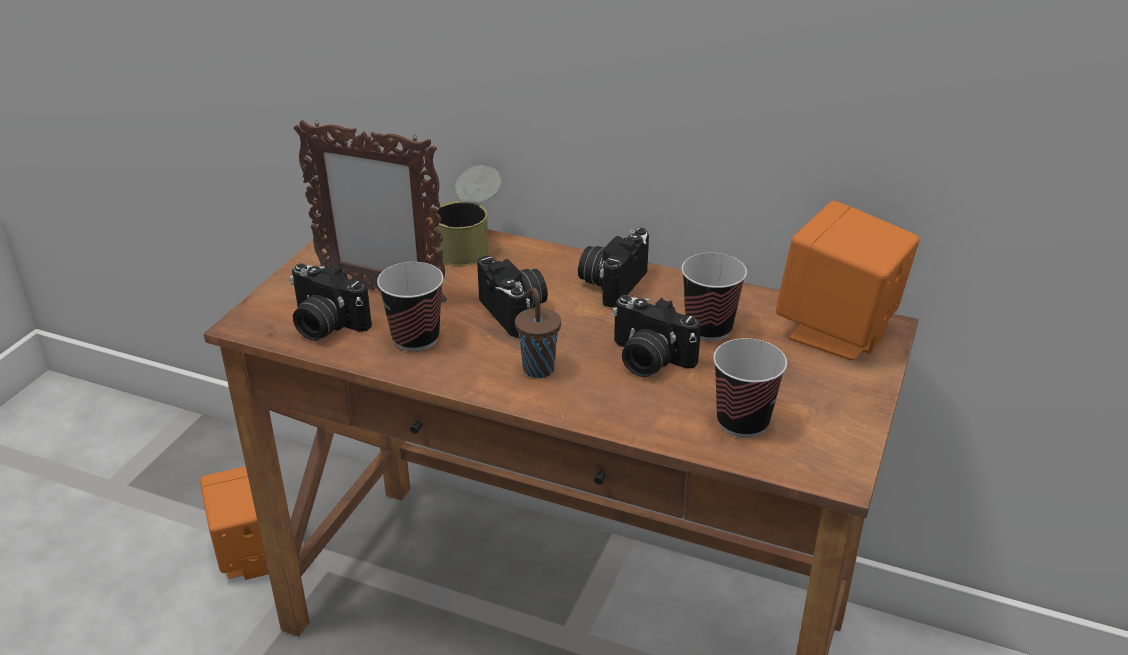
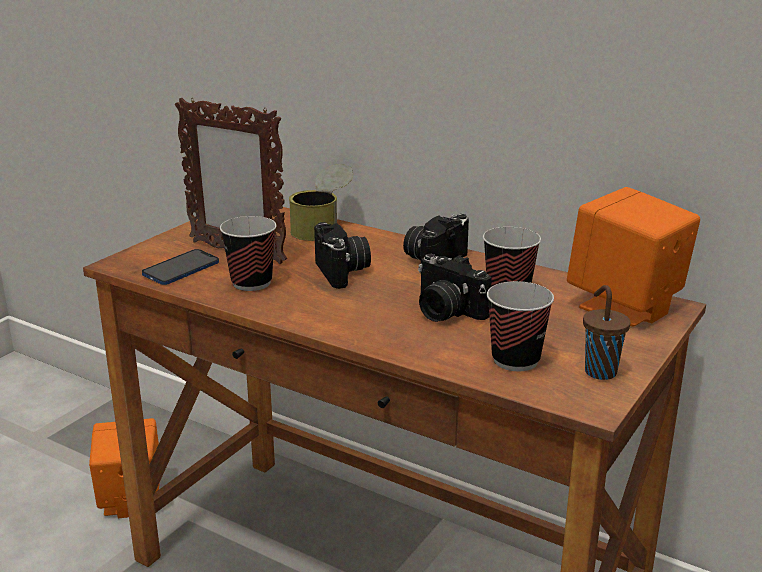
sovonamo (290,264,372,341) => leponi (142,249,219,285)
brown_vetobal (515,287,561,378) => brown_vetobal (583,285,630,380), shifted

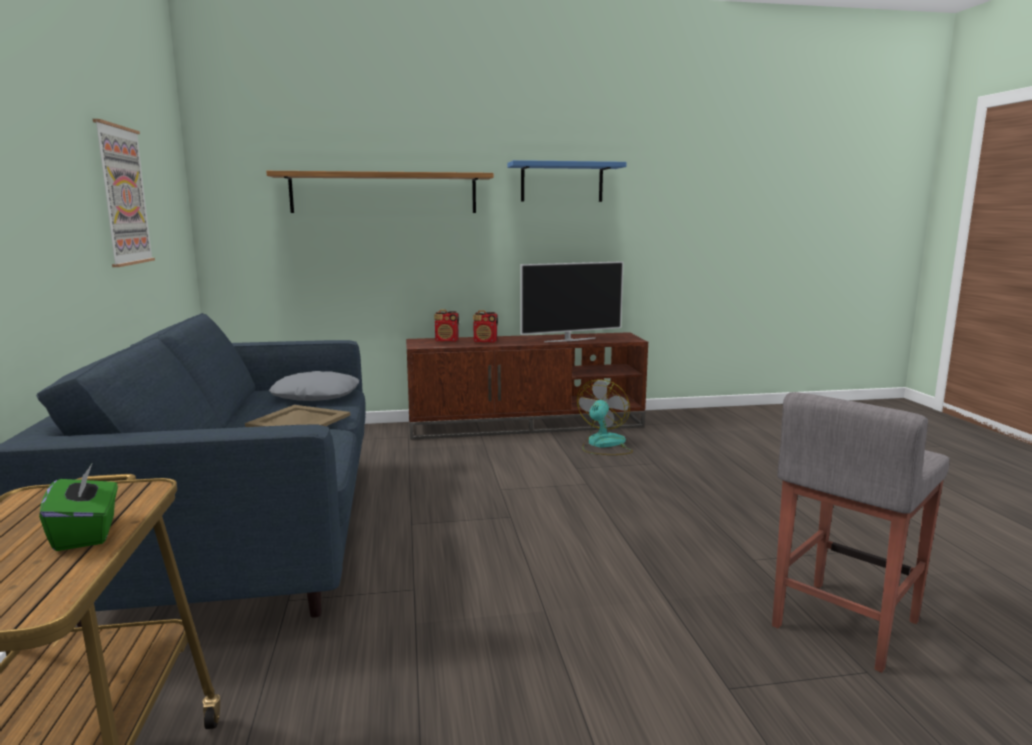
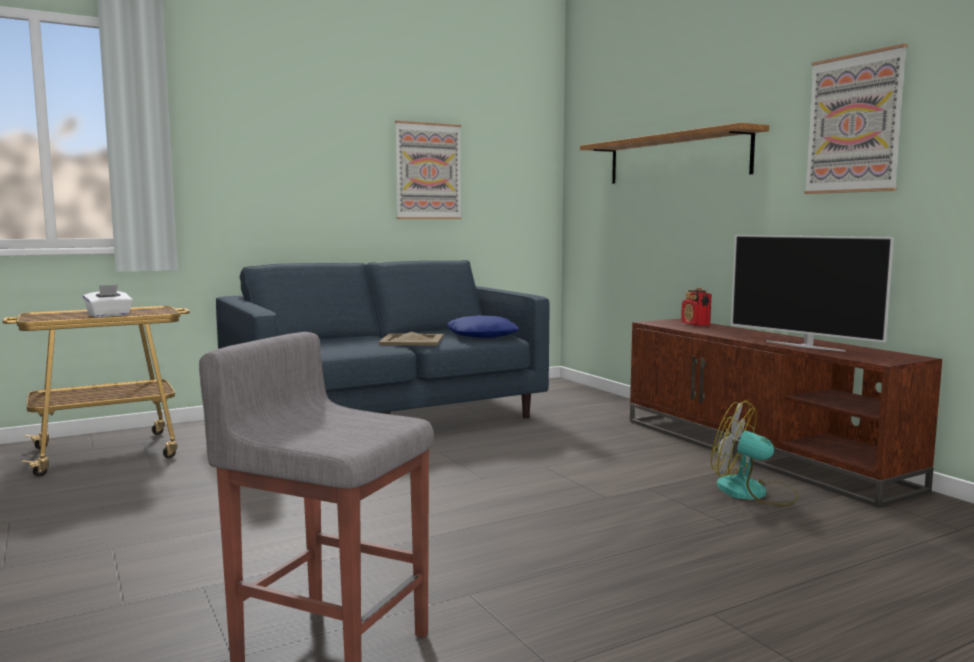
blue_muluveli (507,160,627,202) => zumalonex (804,44,908,194)
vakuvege (473,310,498,343) => nothing
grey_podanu (269,371,359,401) => blue_podanu (447,315,519,338)
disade (577,379,633,455) => disade (711,401,798,505), 150 degrees counterclockwise
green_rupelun (39,464,118,551) => white_rupelun (83,285,133,317)

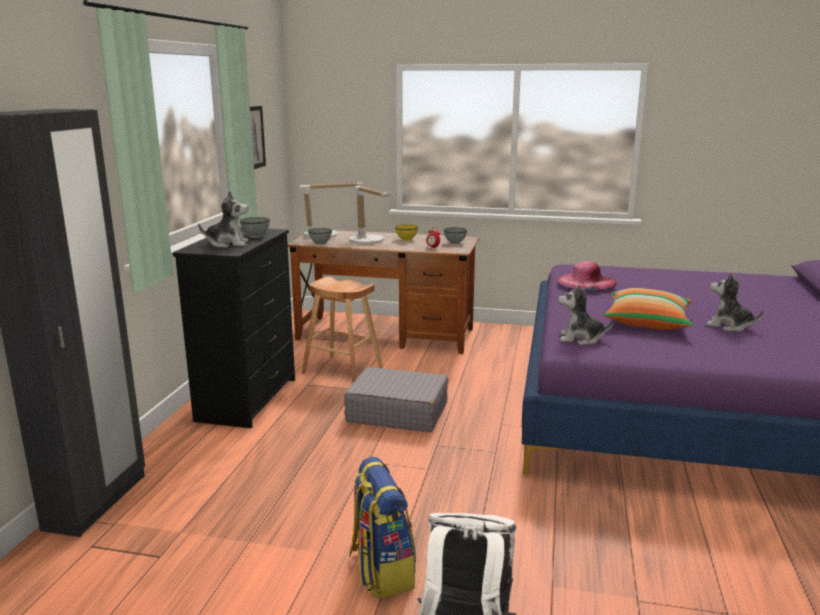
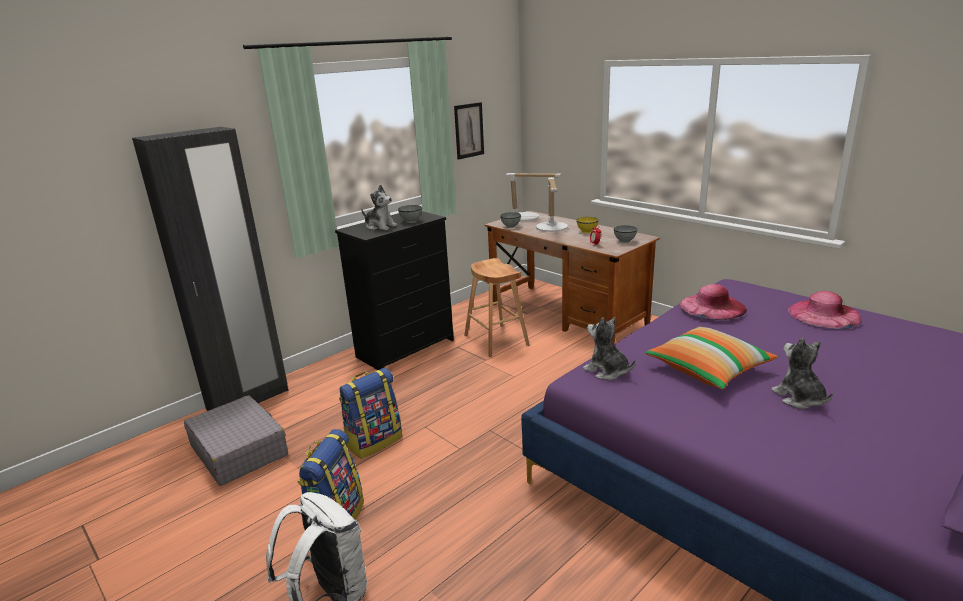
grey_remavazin (344,367,448,432) => grey_remavazin (184,395,288,486), shifted
nothing => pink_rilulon (788,291,861,329)
nothing => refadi (339,368,402,459)

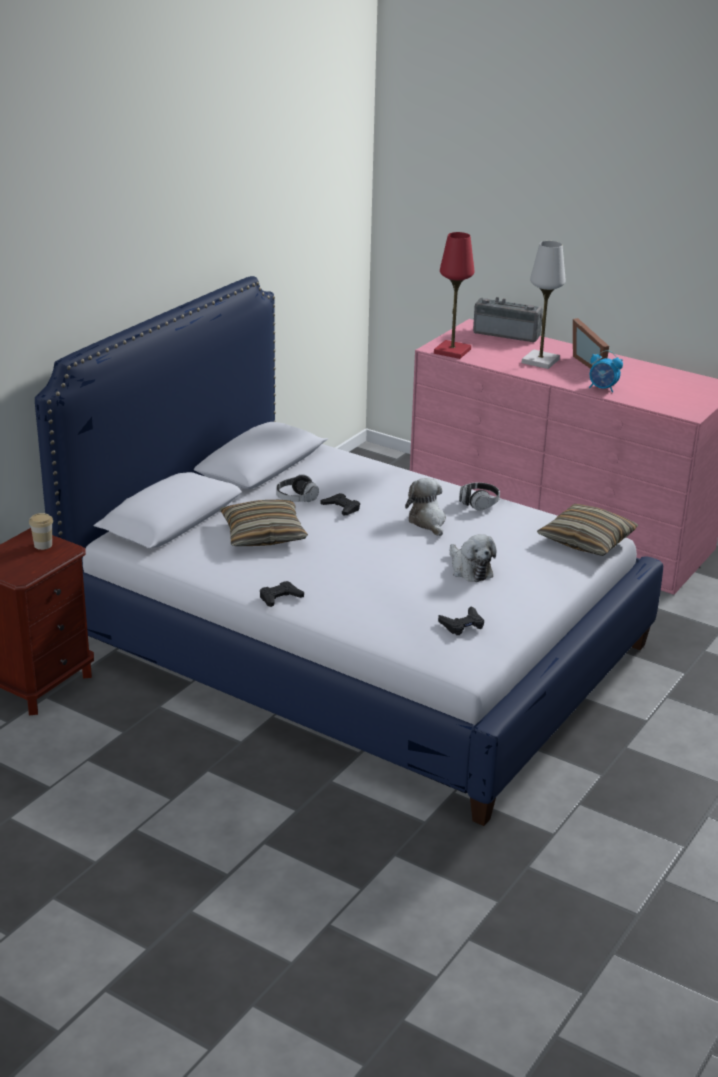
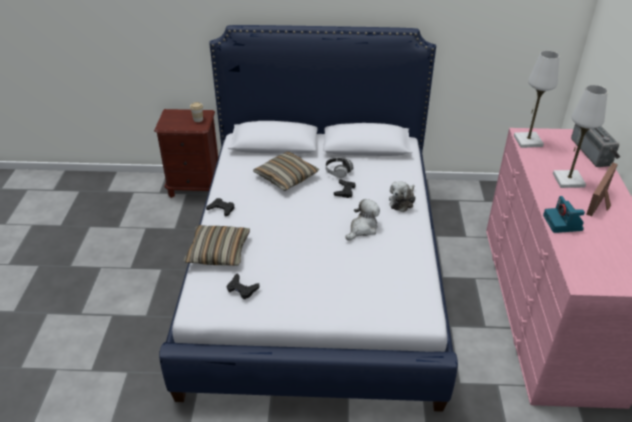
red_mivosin (434,232,474,359) => white_mivosin (514,51,559,148)
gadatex (589,350,623,393) => sovonamo (543,196,585,233)
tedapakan (459,482,500,511) => nothing
podanu (537,504,638,556) => podanu (183,225,250,266), shifted
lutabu (450,534,497,582) => lutabu (389,181,416,212), shifted

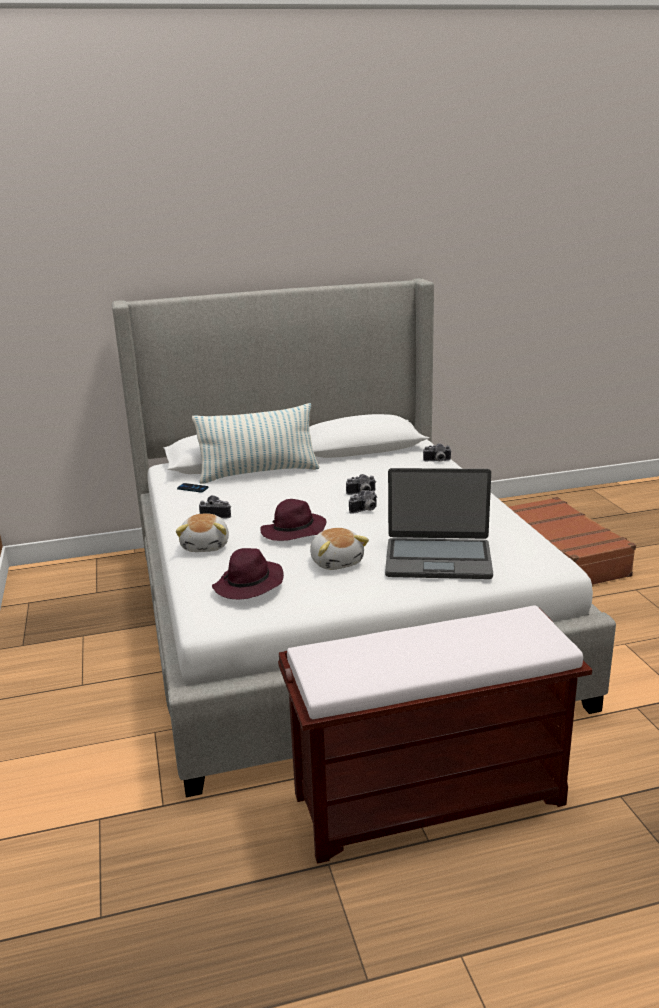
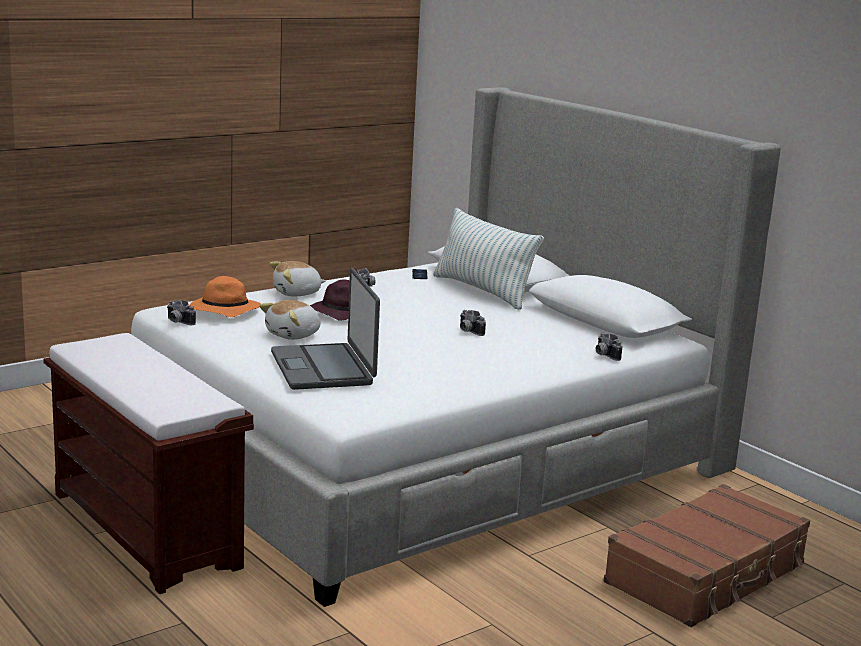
sovonamo (349,490,378,514) => sovonamo (167,300,196,325), shifted
purple_rilulon (212,548,284,599) => orange_rilulon (190,276,261,317)

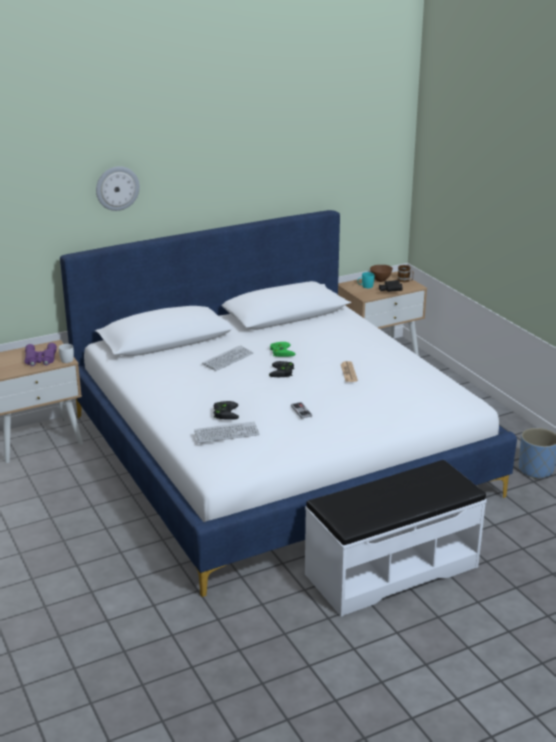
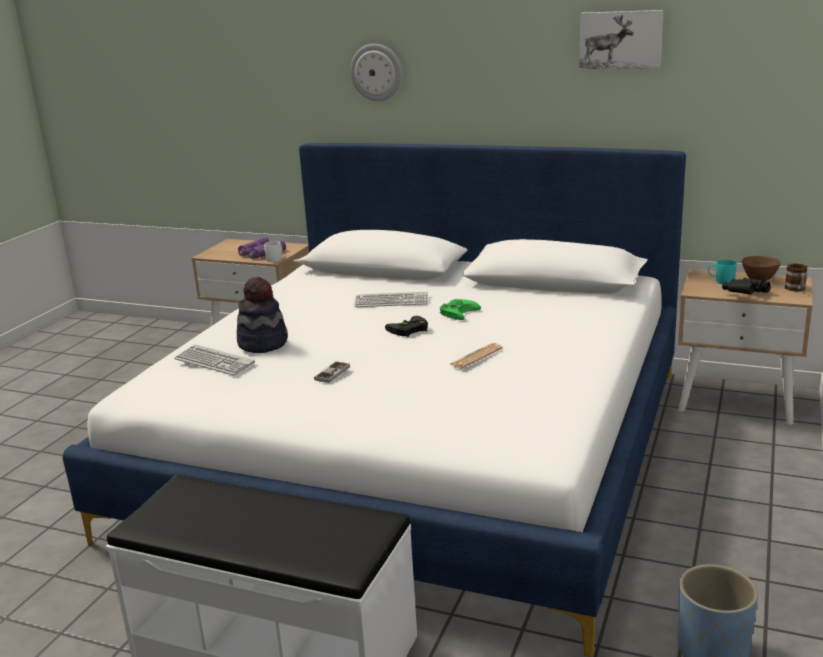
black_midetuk (214,401,239,420) => rilulon (237,277,288,353)
nothing => zumalonex (579,10,663,69)

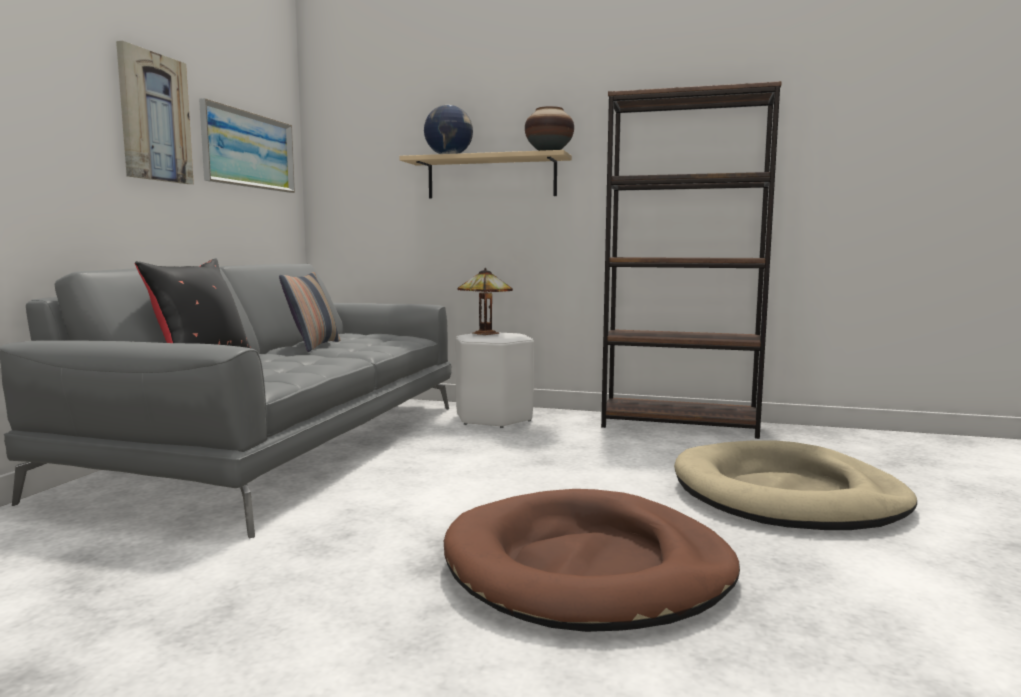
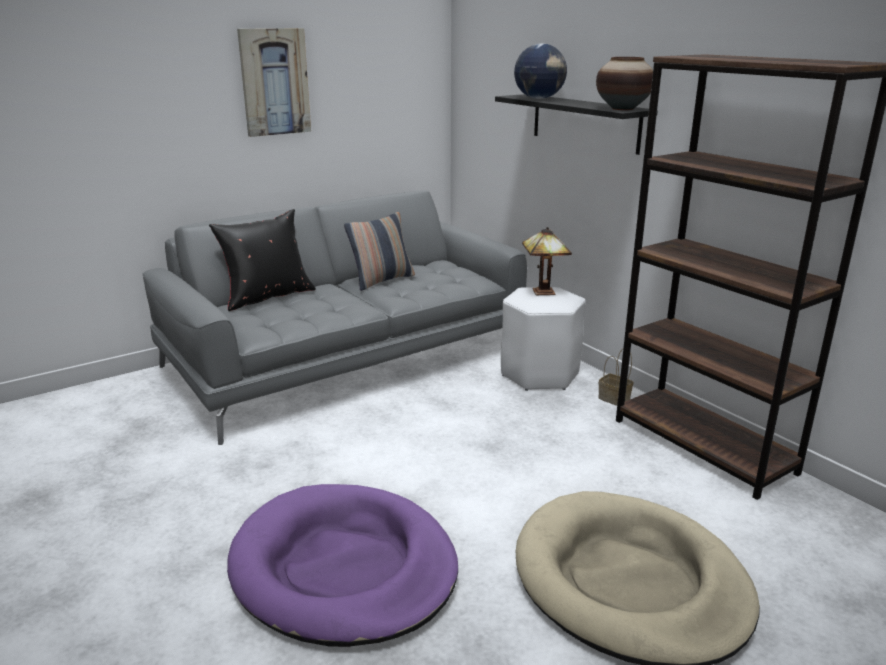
zumalonex (199,98,295,193) => nothing
beige_muluveli (399,150,572,199) => black_muluveli (495,94,658,155)
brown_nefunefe (444,489,740,632) => purple_nefunefe (227,484,458,647)
nothing => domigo (598,349,633,406)

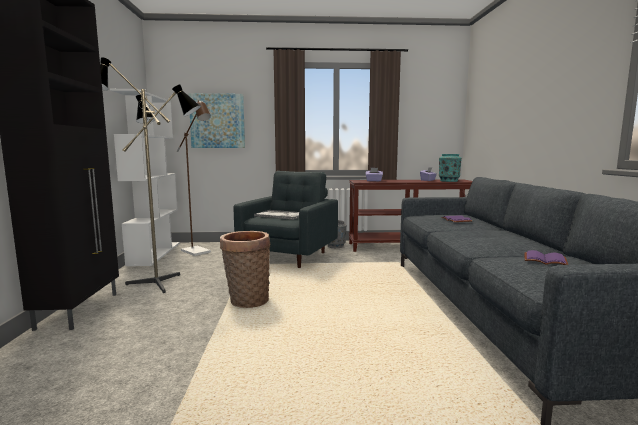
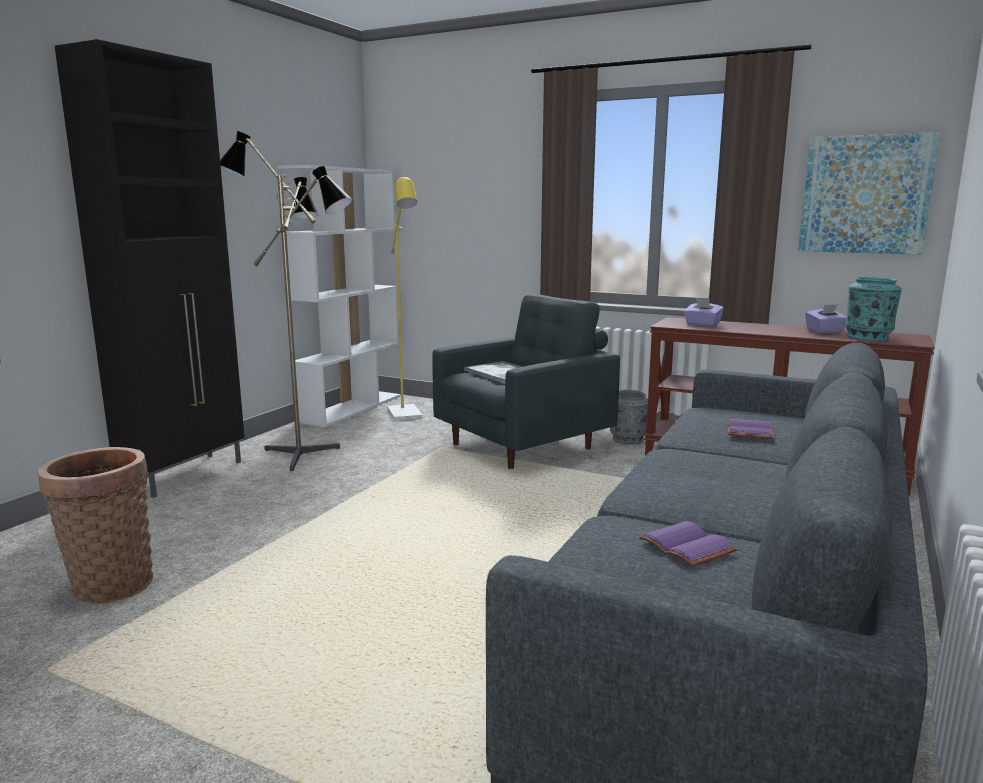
zumalonex (189,93,245,148) => zumalonex (798,132,940,254), shifted
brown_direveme (177,101,211,256) => yellow_direveme (387,175,422,421)
domigo (220,231,270,308) => domigo (38,447,153,603), shifted

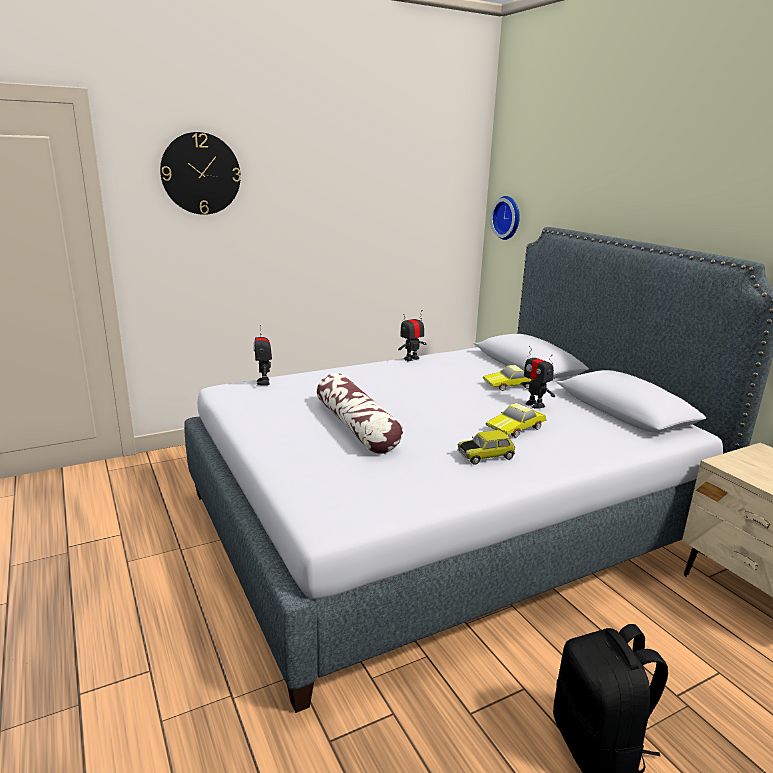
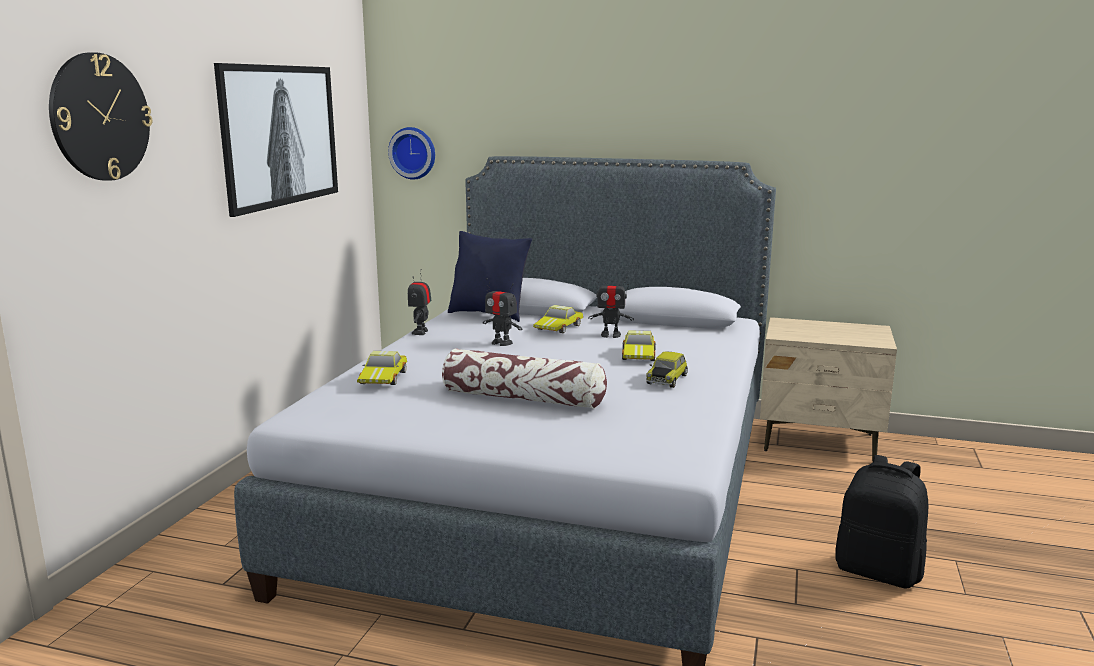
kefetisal (254,325,272,385) => kefetisal (483,278,522,346), shifted
nothing => zumalonex (214,63,338,217)
nothing => blue_podanu (448,231,533,322)
nothing => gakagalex (357,351,407,385)

